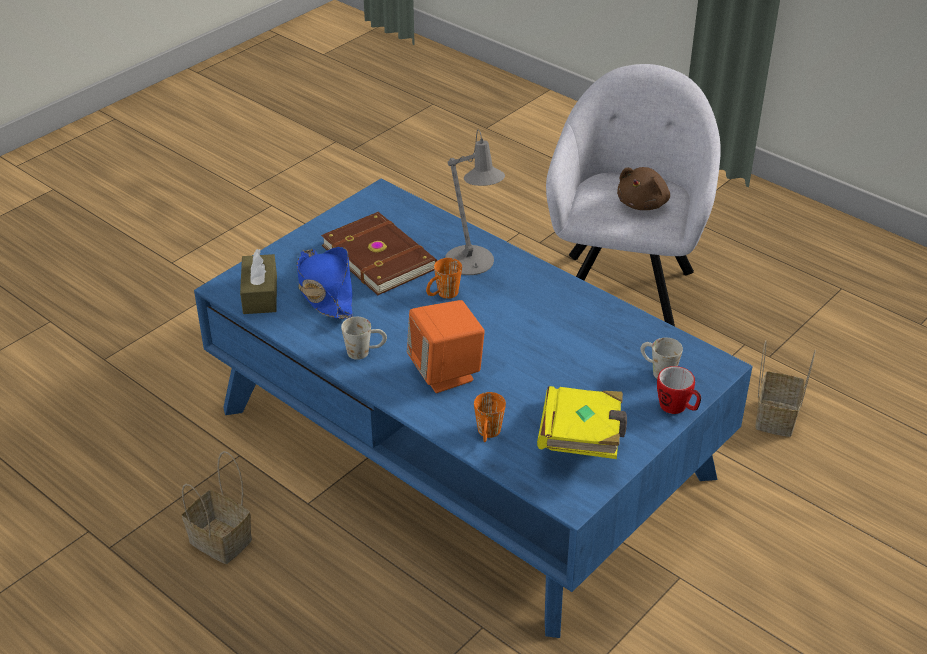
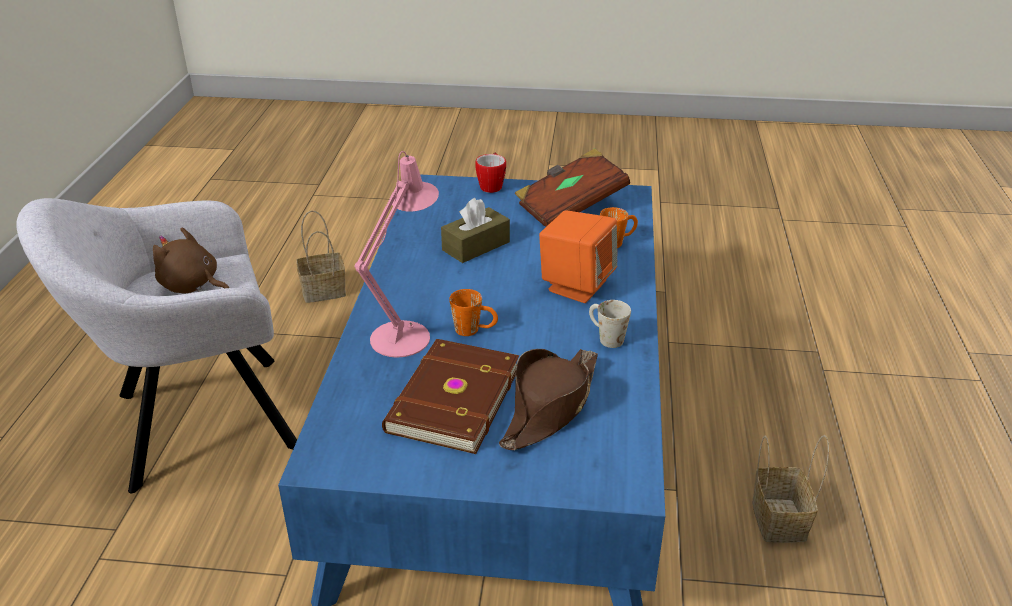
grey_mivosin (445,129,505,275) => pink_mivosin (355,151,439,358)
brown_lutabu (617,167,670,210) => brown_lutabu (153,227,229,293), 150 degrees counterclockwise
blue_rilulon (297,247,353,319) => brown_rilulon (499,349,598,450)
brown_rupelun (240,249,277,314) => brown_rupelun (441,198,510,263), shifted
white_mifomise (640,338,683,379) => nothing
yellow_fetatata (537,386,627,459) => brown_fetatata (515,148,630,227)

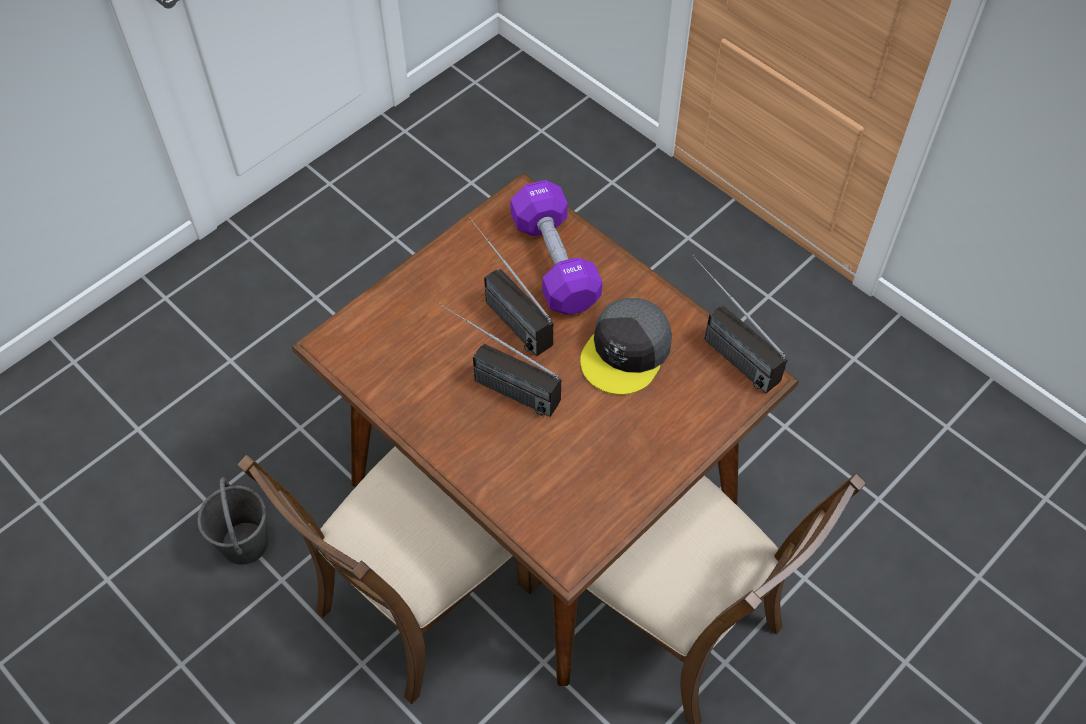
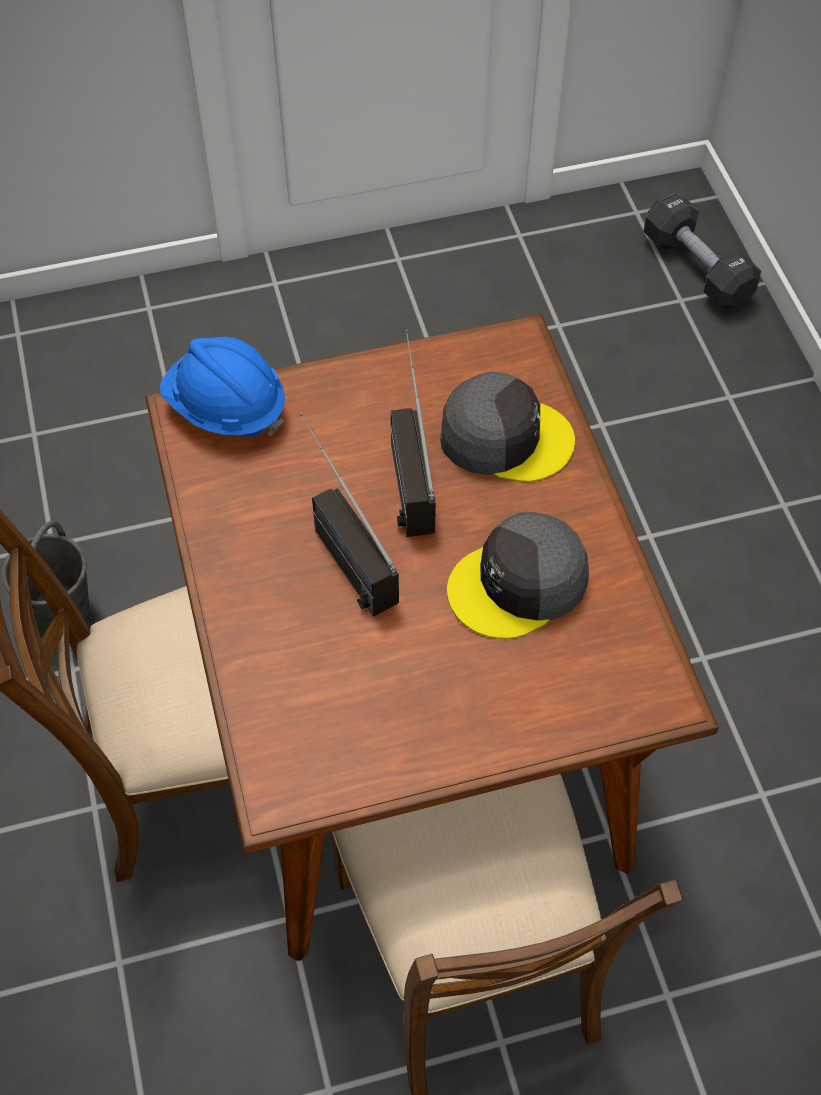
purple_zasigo (510,180,602,315) => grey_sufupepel (440,372,575,482)
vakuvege (692,255,787,393) => nothing
nothing => black_zasigo (644,193,761,310)
nothing => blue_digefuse (160,337,285,437)

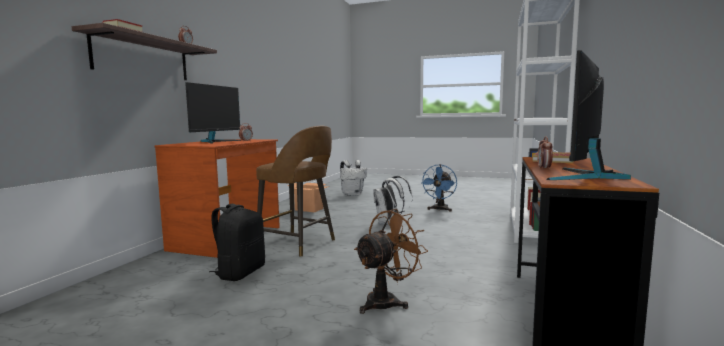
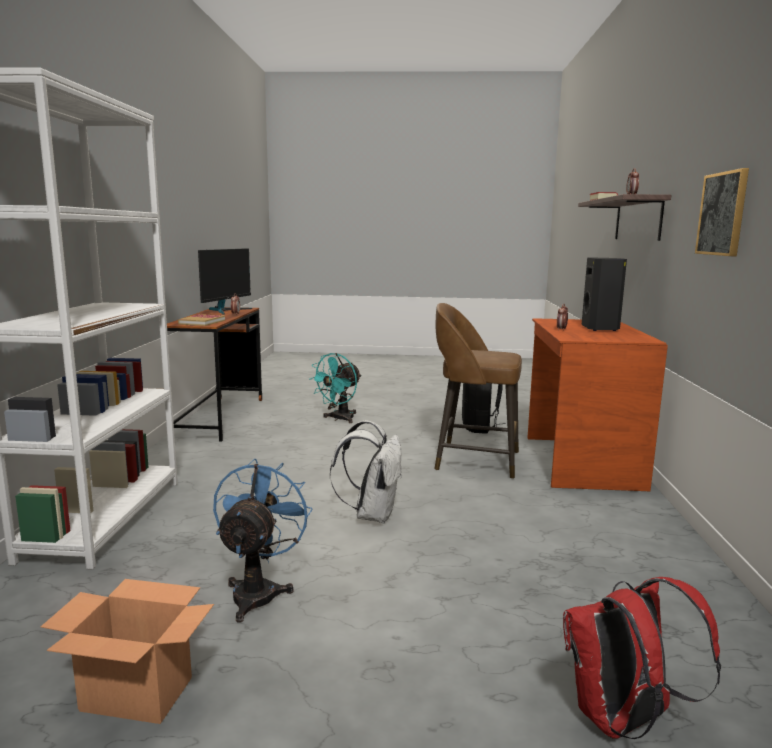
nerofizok (185,82,241,143) => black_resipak (581,257,627,331)
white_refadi (340,160,367,196) => red_refadi (563,577,721,739)
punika (287,183,330,212) => punika (41,579,214,724), shifted
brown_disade (354,209,428,314) => turquoise_disade (309,353,362,423)
nothing => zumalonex (695,168,749,256)

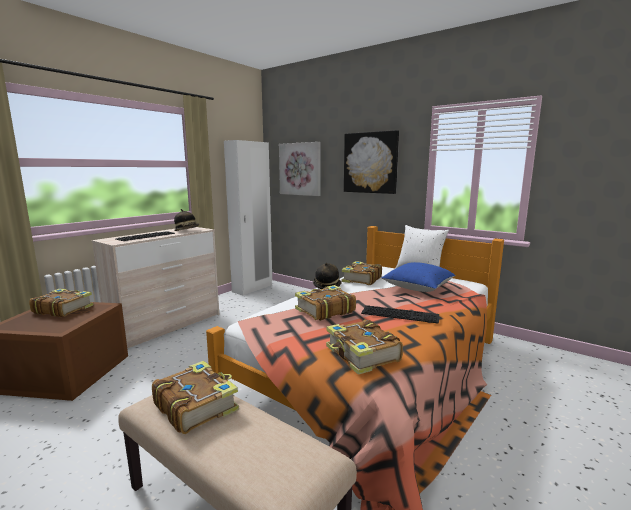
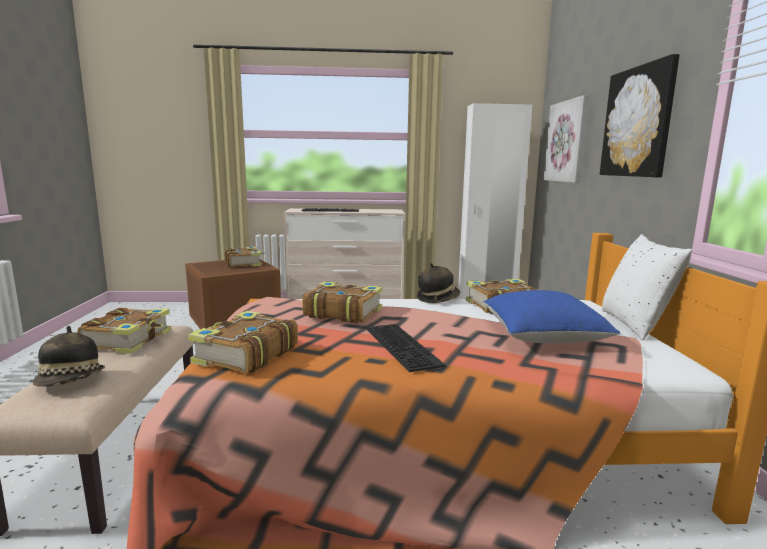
rilulon (174,209,199,231) => rilulon (33,326,105,387), shifted

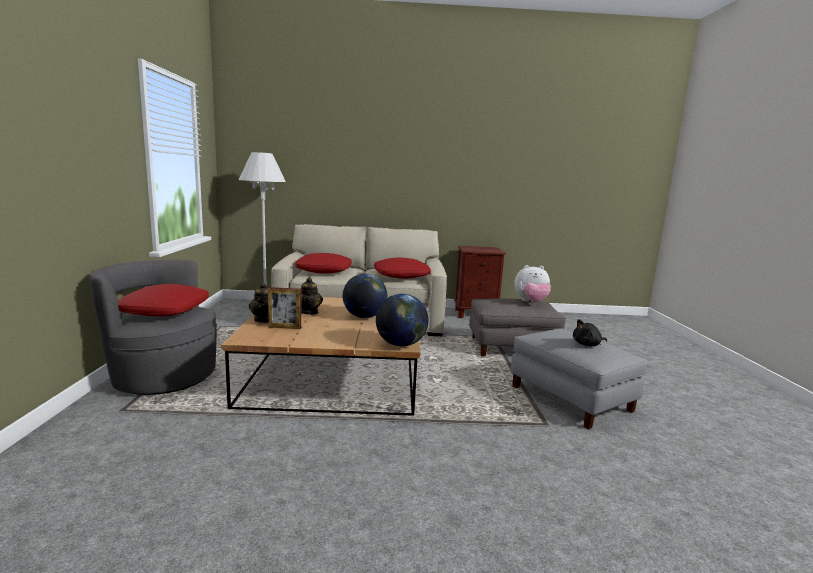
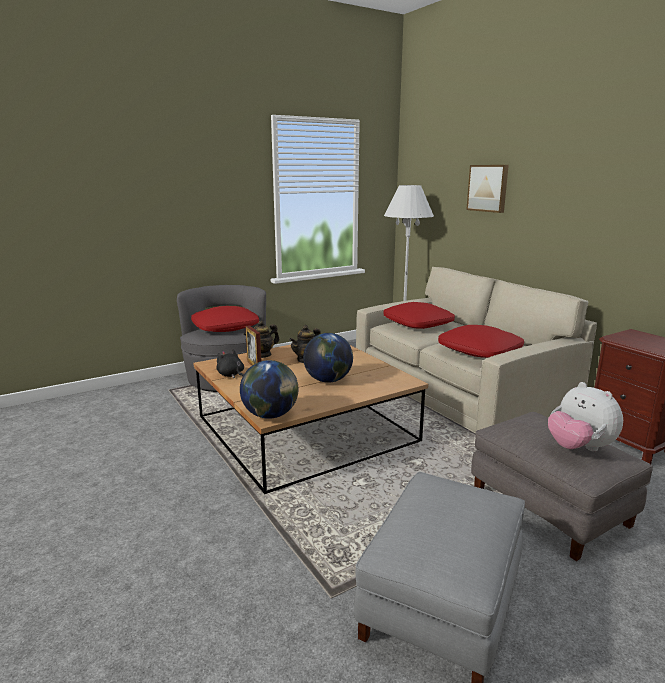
black_lutabu (573,319,607,346) => black_lutabu (216,349,244,378), shifted
nothing => zumalonex (466,165,509,213)

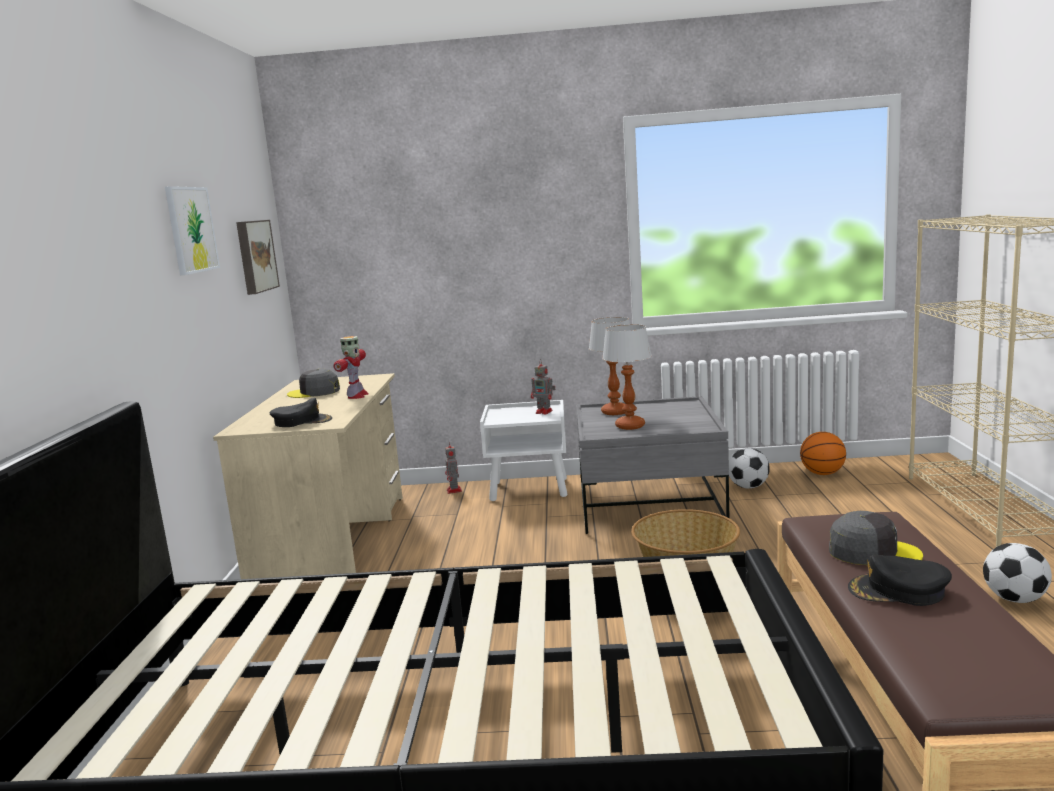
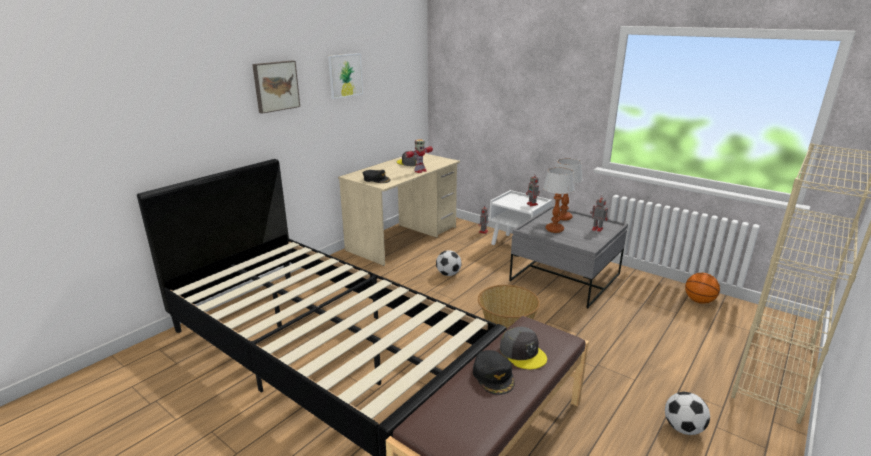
zumalonex (236,220,280,295) => zumalonex (252,60,300,114), shifted
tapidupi (729,448,770,488) => tapidupi (436,250,462,276), shifted
black_sufupepel (848,555,952,606) => black_sufupepel (473,350,515,395), 150 degrees counterclockwise
nothing => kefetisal (590,197,608,232)

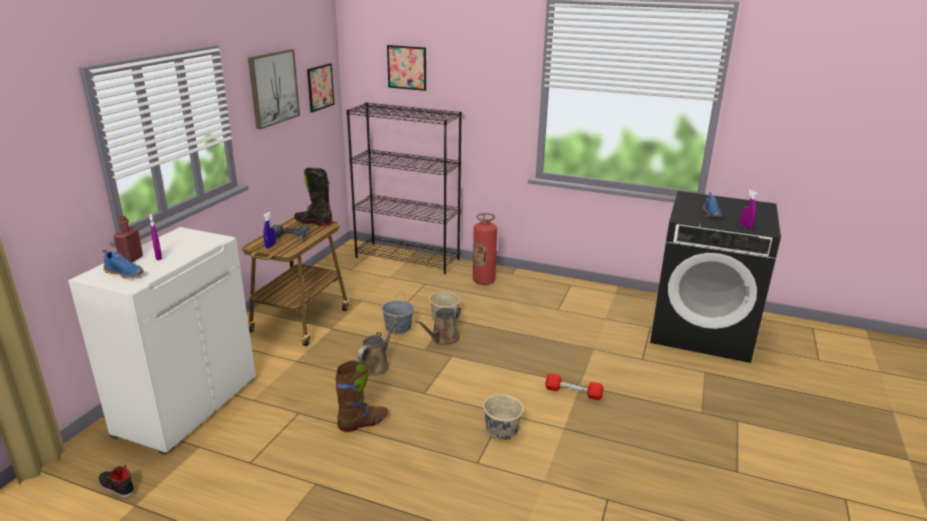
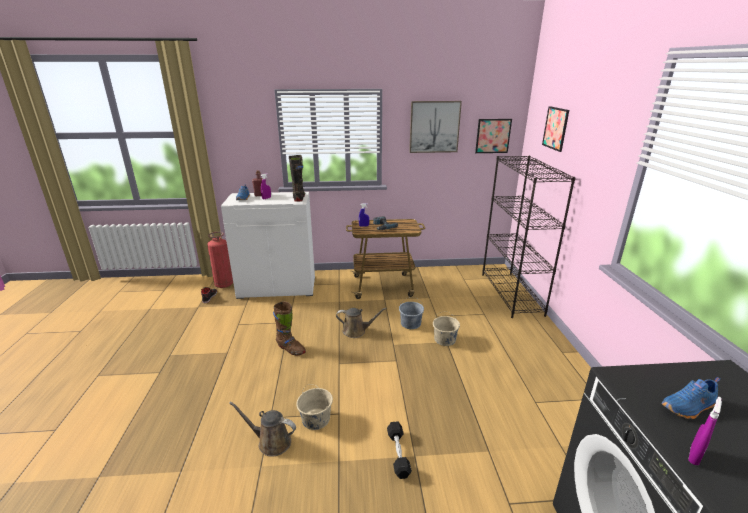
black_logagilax (294,168,332,226) => black_logagilax (289,155,305,202), shifted
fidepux (473,213,497,285) => fidepux (207,232,233,288), shifted
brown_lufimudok (415,306,461,345) => brown_lufimudok (229,401,296,457), shifted
red_zasigo (545,373,604,400) => black_zasigo (387,421,412,479)

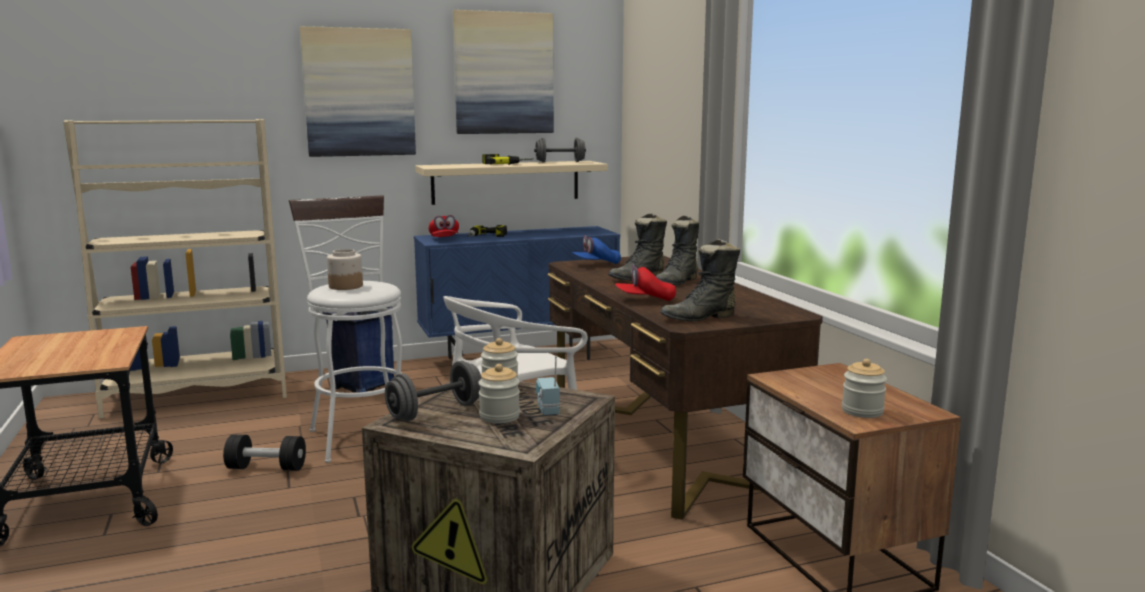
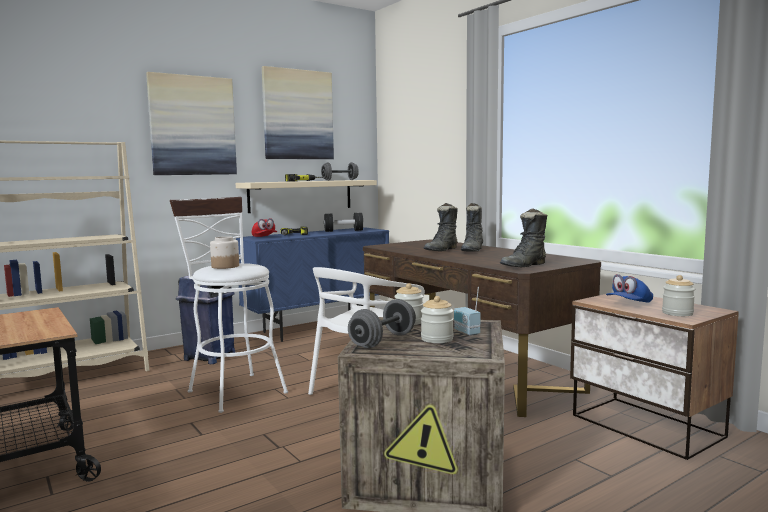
blue_sufupepel (572,235,621,264) => blue_sufupepel (606,274,653,303), shifted
red_sufupepel (615,264,676,301) => nothing
black_zasigo (223,435,306,471) => black_zasigo (324,213,363,232), shifted

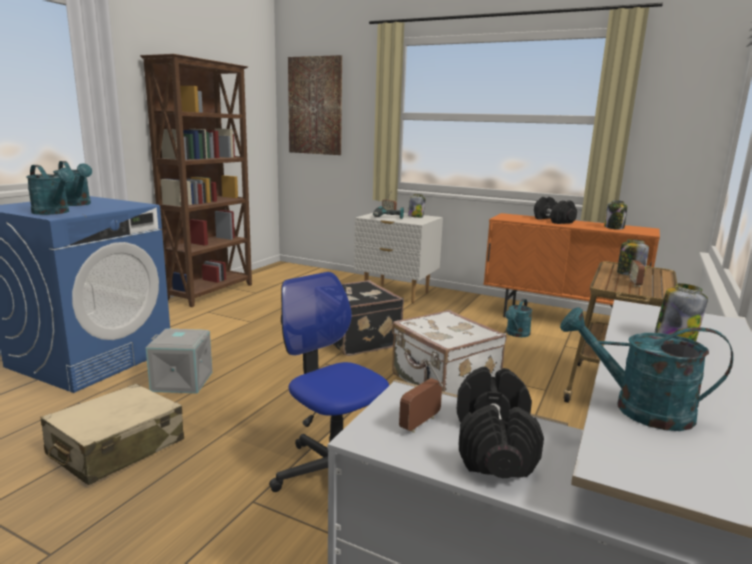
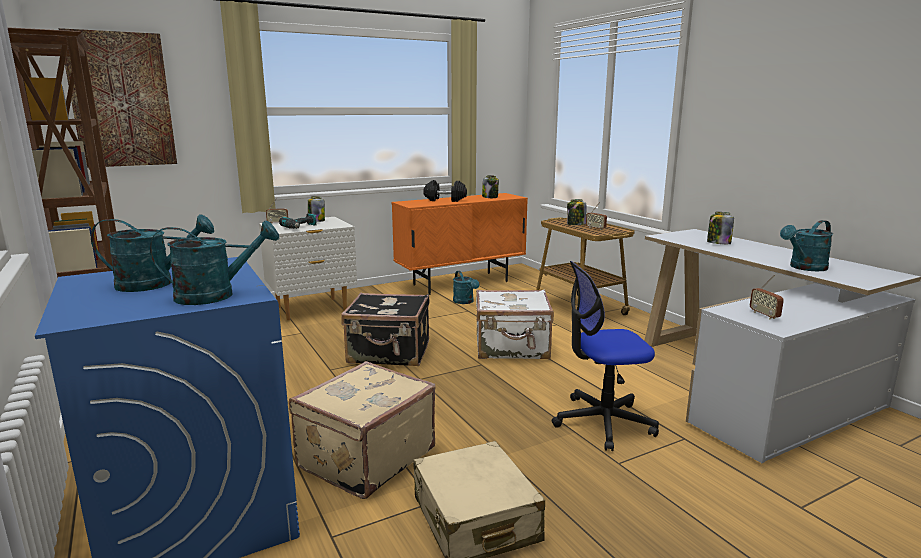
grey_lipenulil (146,329,212,394) => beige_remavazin (289,361,436,499)
black_zasigo (457,367,544,478) => nothing

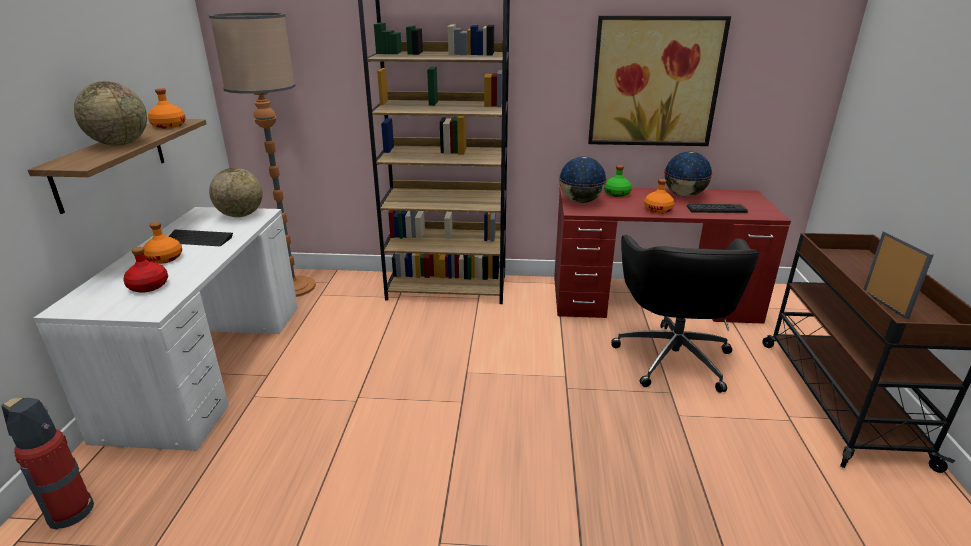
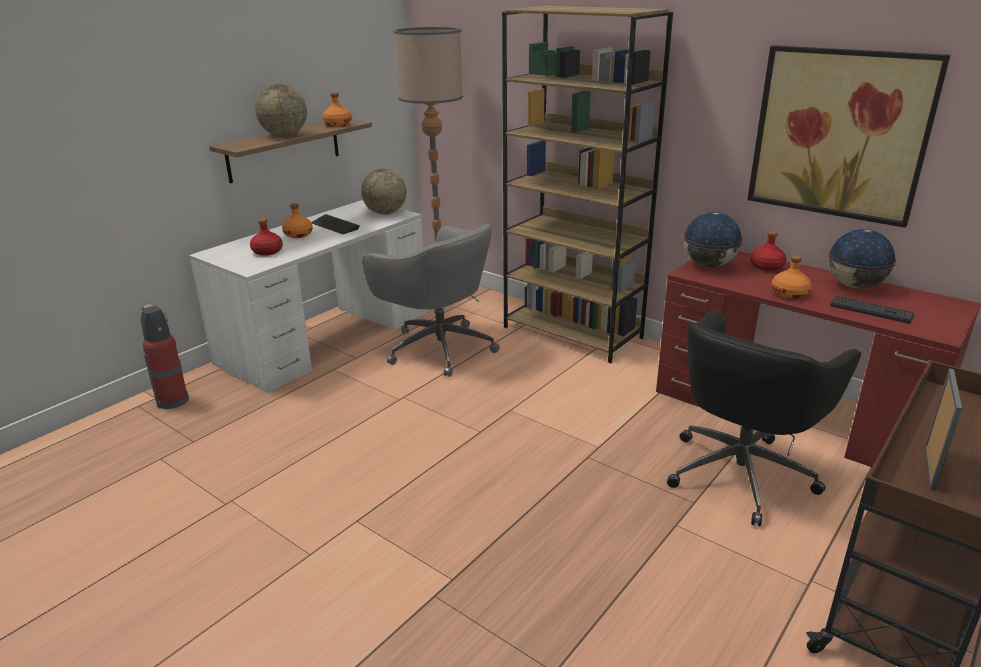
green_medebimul (604,165,632,197) => red_medebimul (750,231,786,271)
nothing => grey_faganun (362,224,500,377)

